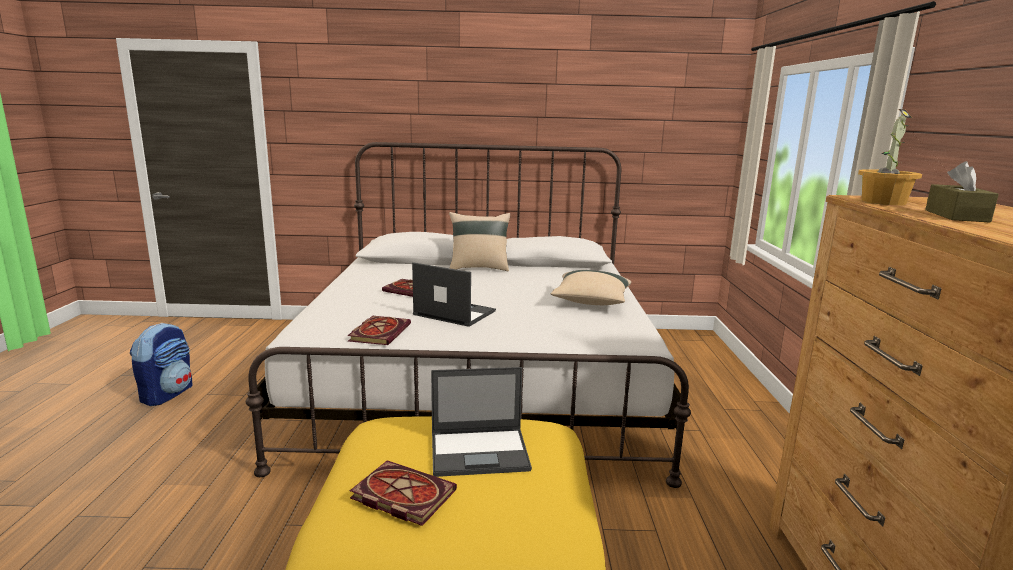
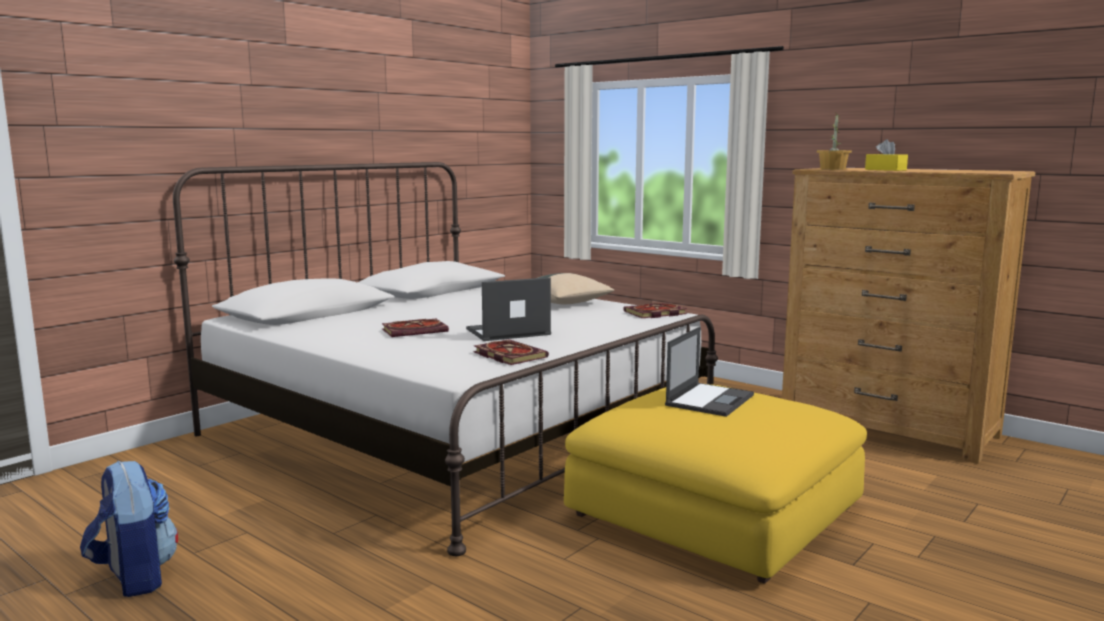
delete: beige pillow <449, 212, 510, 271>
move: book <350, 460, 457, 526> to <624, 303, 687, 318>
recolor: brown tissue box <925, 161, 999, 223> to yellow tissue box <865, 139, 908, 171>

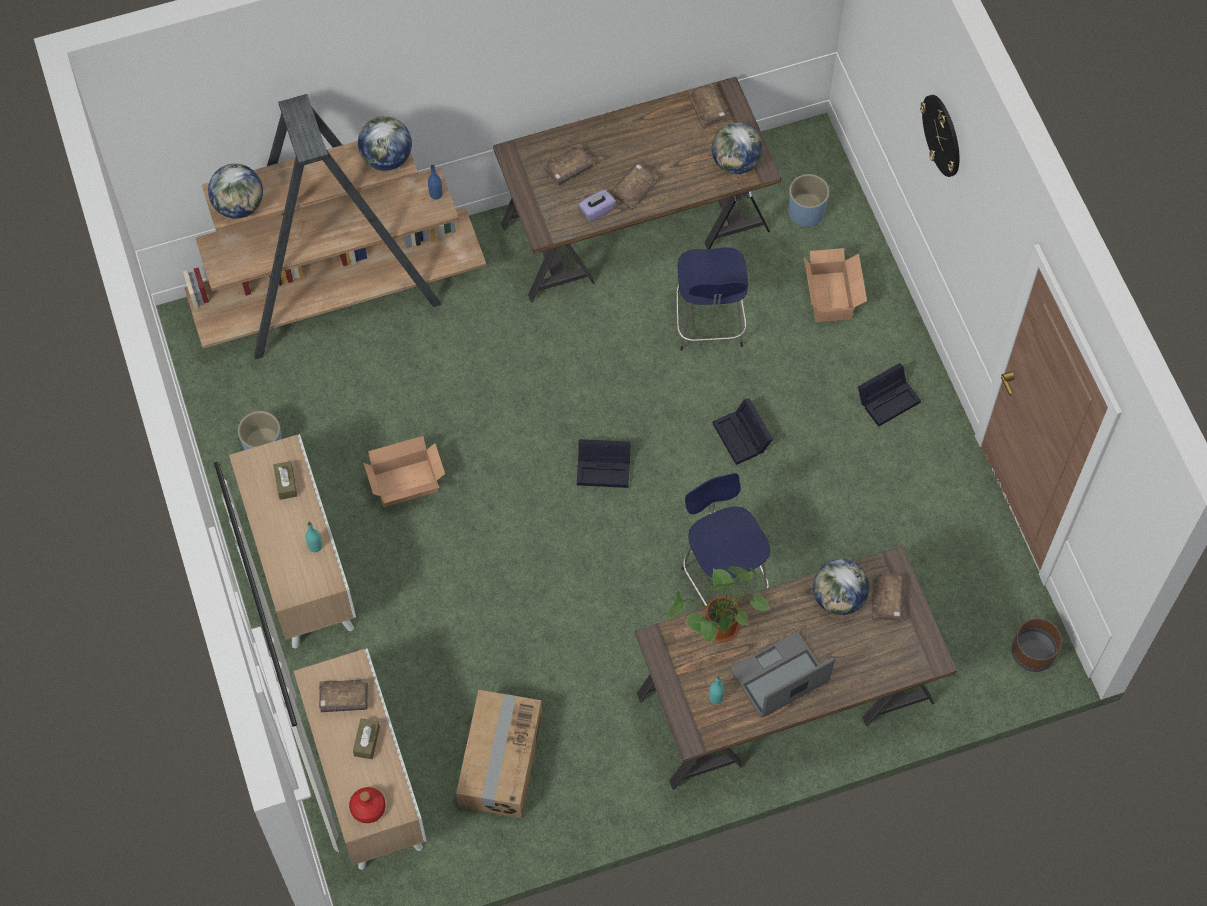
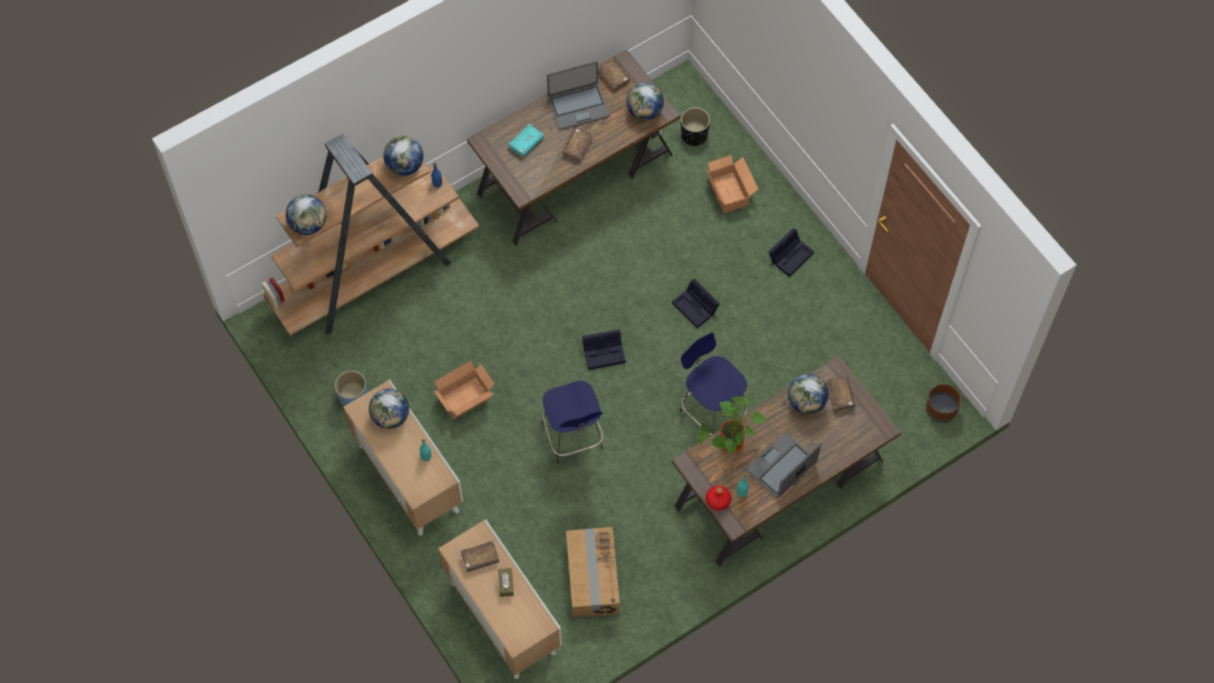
delete: purple tissue box <578, 190, 616, 222>; wall clock <920, 95, 960, 177>
insert: laptop <547, 61, 610, 130>
move: red bottle <349, 787, 386, 823> to <706, 486, 731, 511>; blue stool <675, 247, 748, 351> to <542, 381, 603, 463>
replace: brown tissue box <273, 461, 297, 500> to globe <369, 389, 409, 429>
recolor: brown book <543, 144, 593, 186> to turquoise book <508, 124, 544, 157>; blue planter <788, 174, 829, 227> to black planter <681, 107, 710, 146>

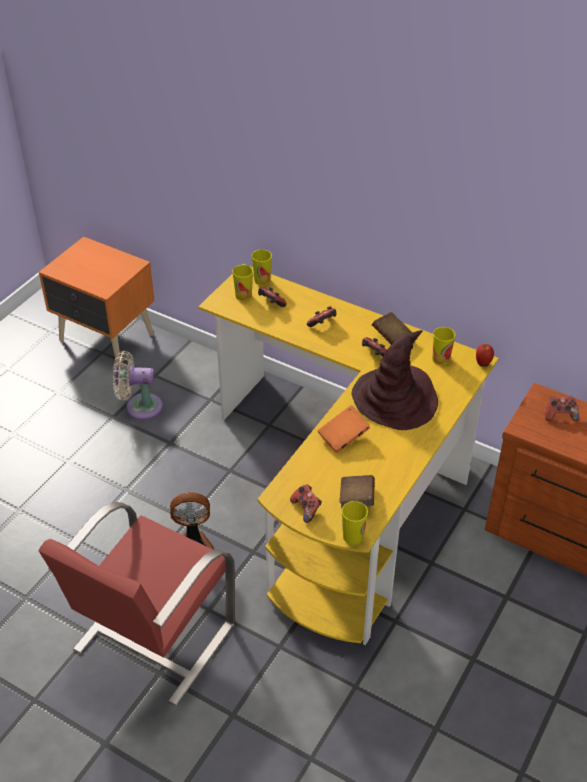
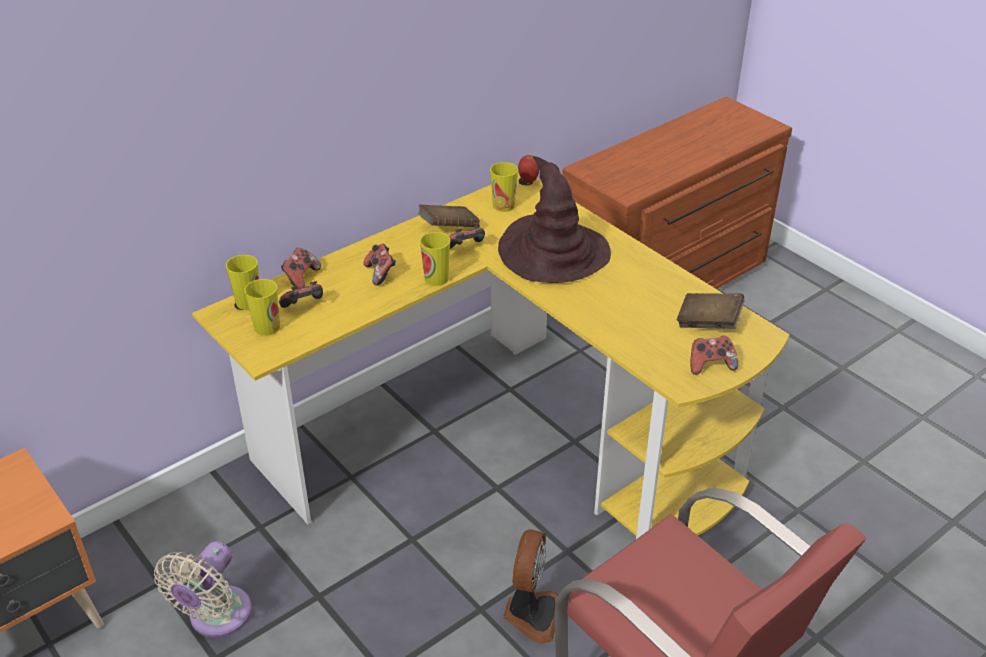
delete: orange book <317, 405, 370, 453>
move: cup <342, 501, 368, 545> to <420, 232, 450, 286>; game controller <545, 397, 579, 421> to <281, 248, 321, 289>

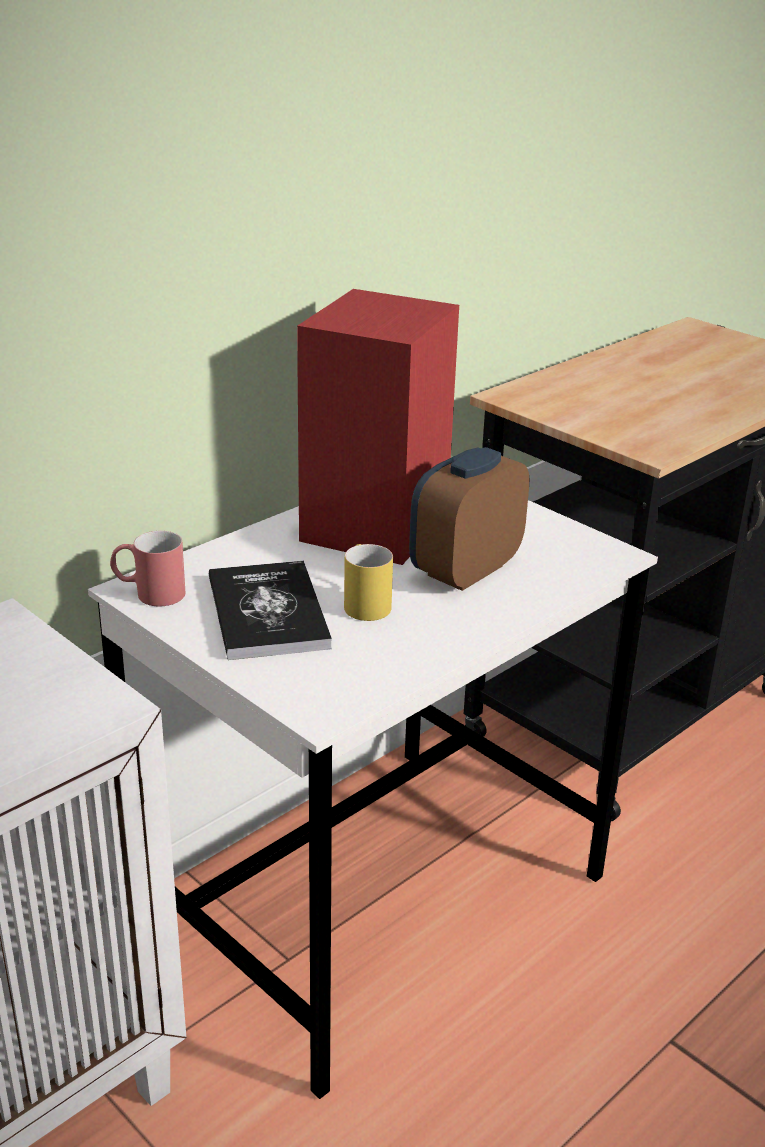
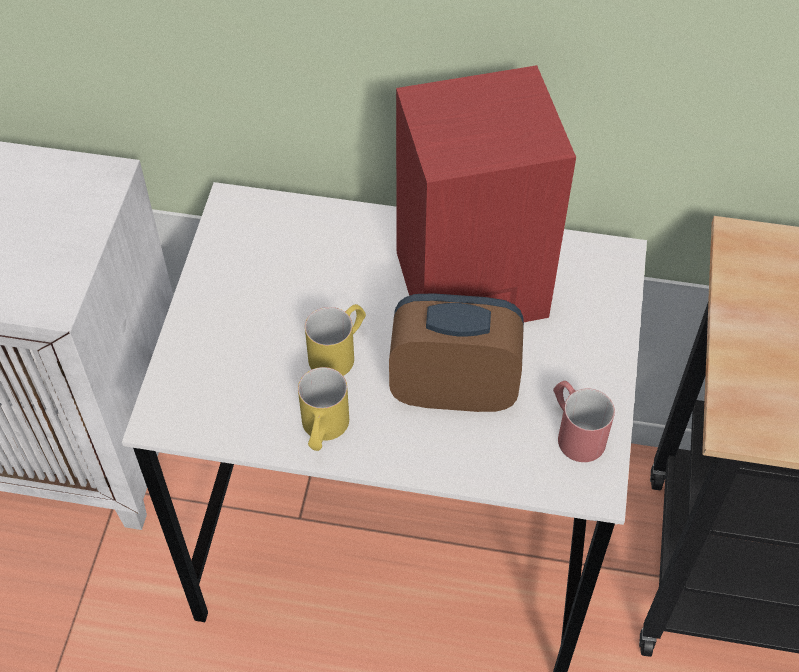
delete: book <209, 561, 332, 660>
insert: yellow mug <298, 367, 349, 451>
move: red mug <110, 531, 186, 606> to <553, 381, 615, 462>

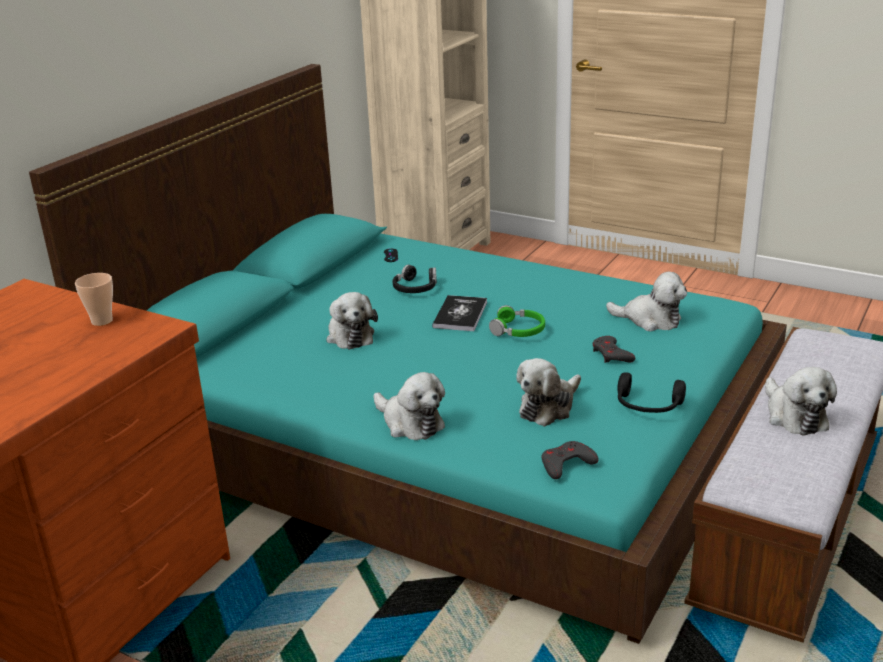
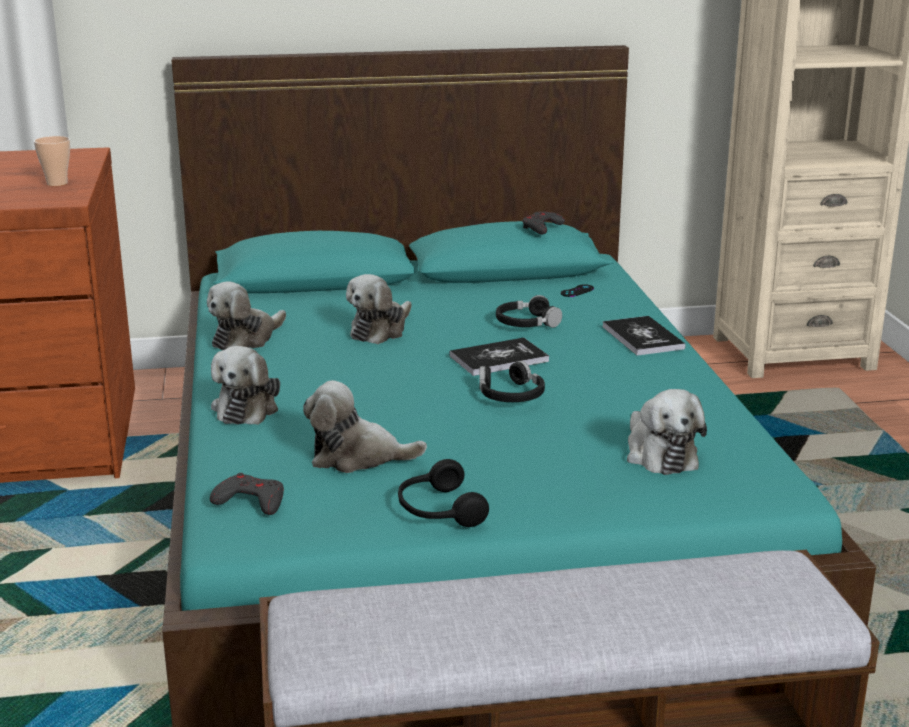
insert: book <603, 316, 686, 356>
move: grey game controller <593, 336, 635, 363> to <523, 211, 565, 234>; plush toy <765, 367, 837, 435> to <207, 282, 286, 350>
recolor: green headphones <489, 305, 545, 337> to black headphones <479, 361, 545, 402>

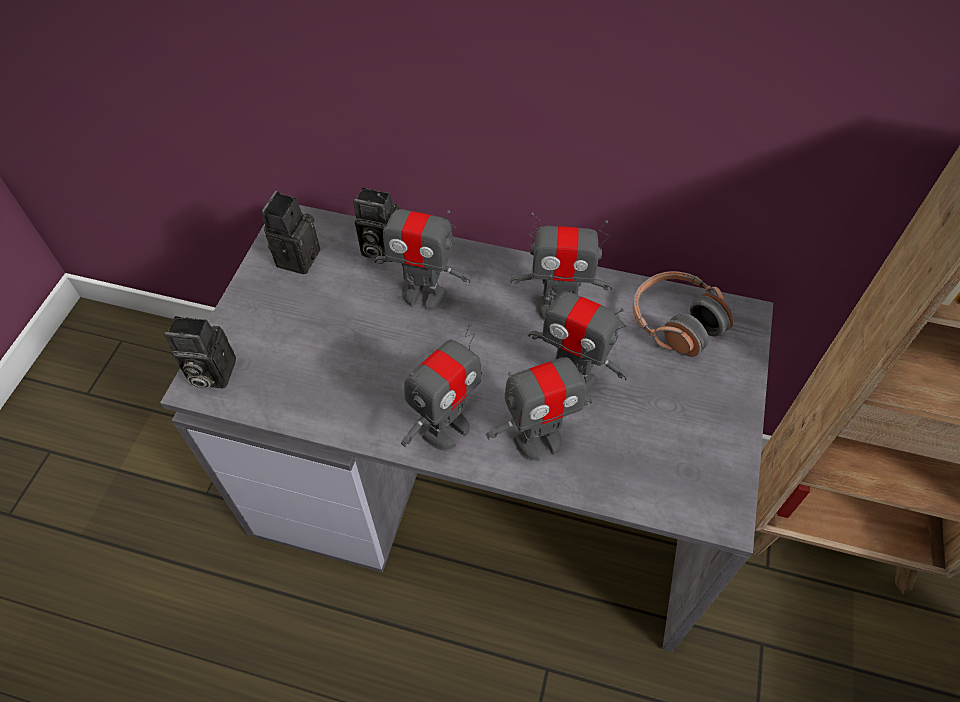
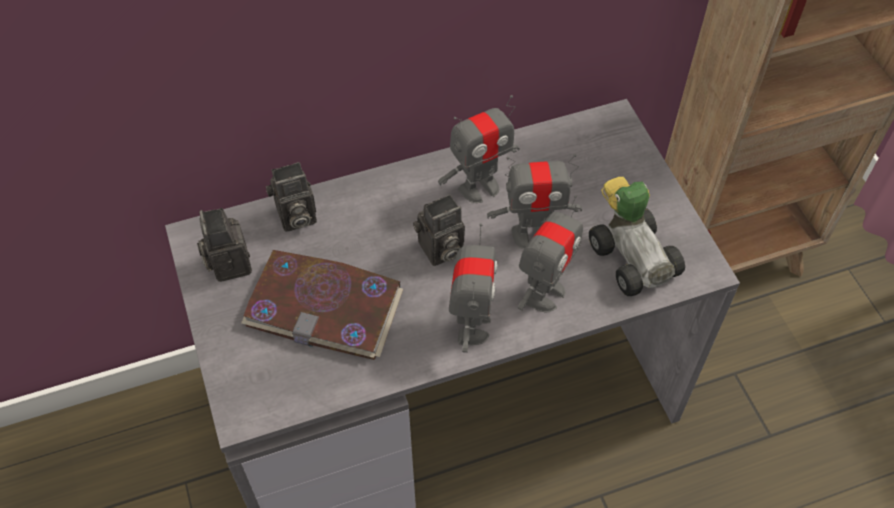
delete: toy robot <375, 193, 472, 311>; headphones <633, 271, 733, 357>
insert: book <241, 250, 403, 360>; toy car <589, 177, 685, 296>
move: photo camera <164, 316, 236, 389> to <413, 194, 465, 266>

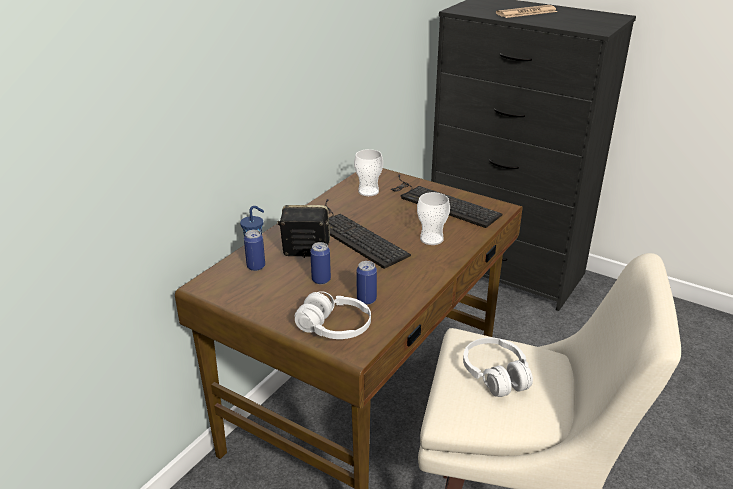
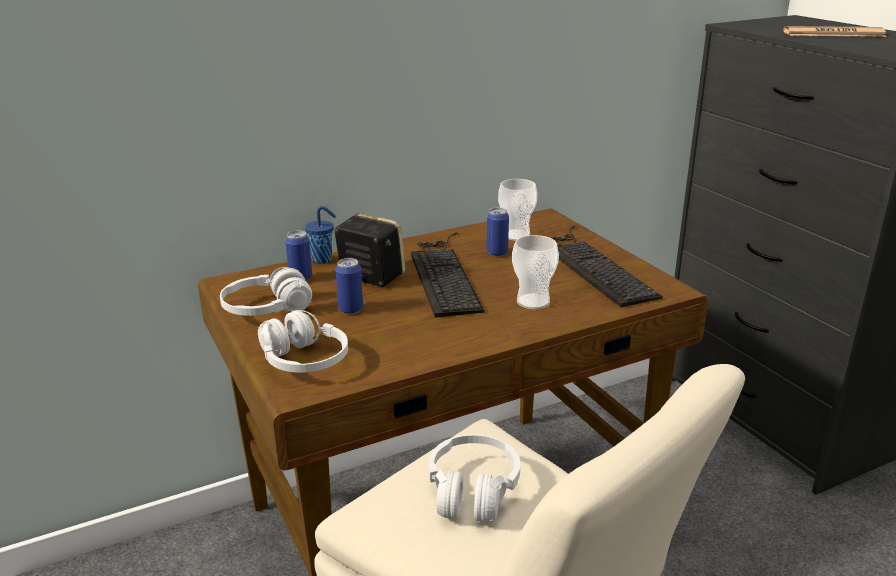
insert: white headphones <220, 267, 312, 316>
move: can <356, 261, 377, 305> to <486, 207, 509, 256>

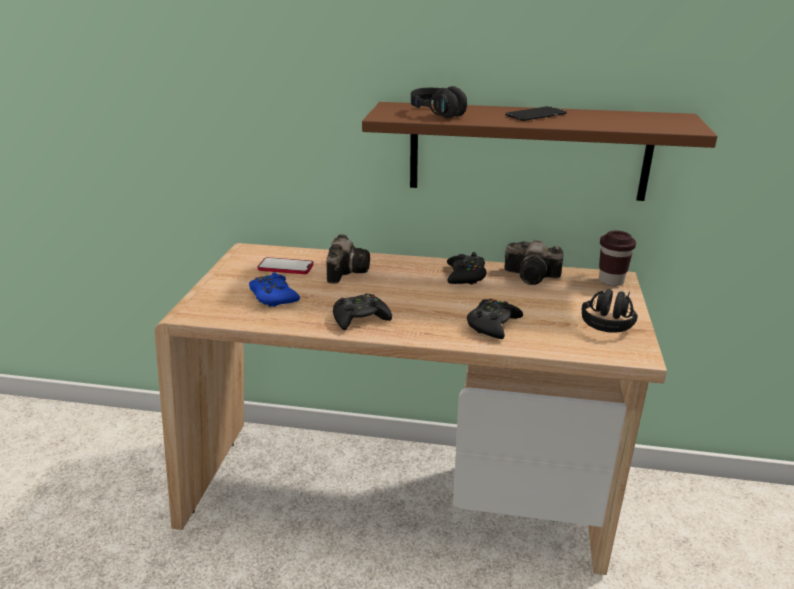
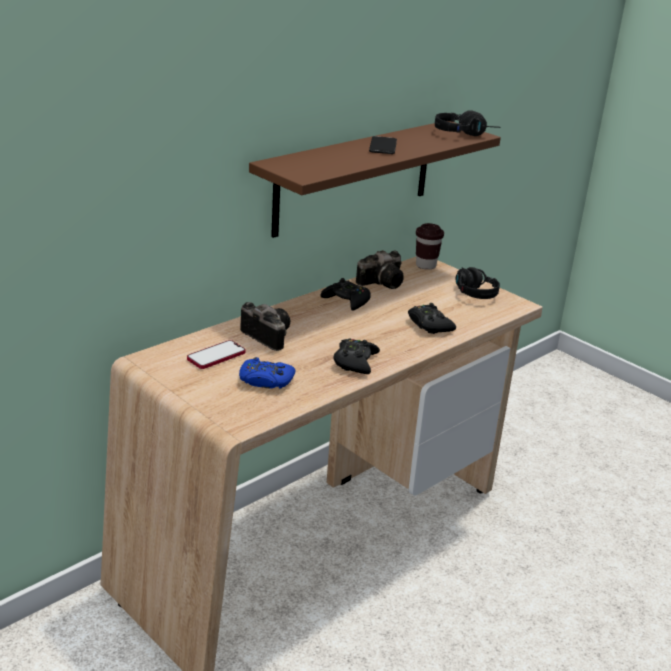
move: black headphones <411, 86, 467, 118> to <435, 110, 500, 136>

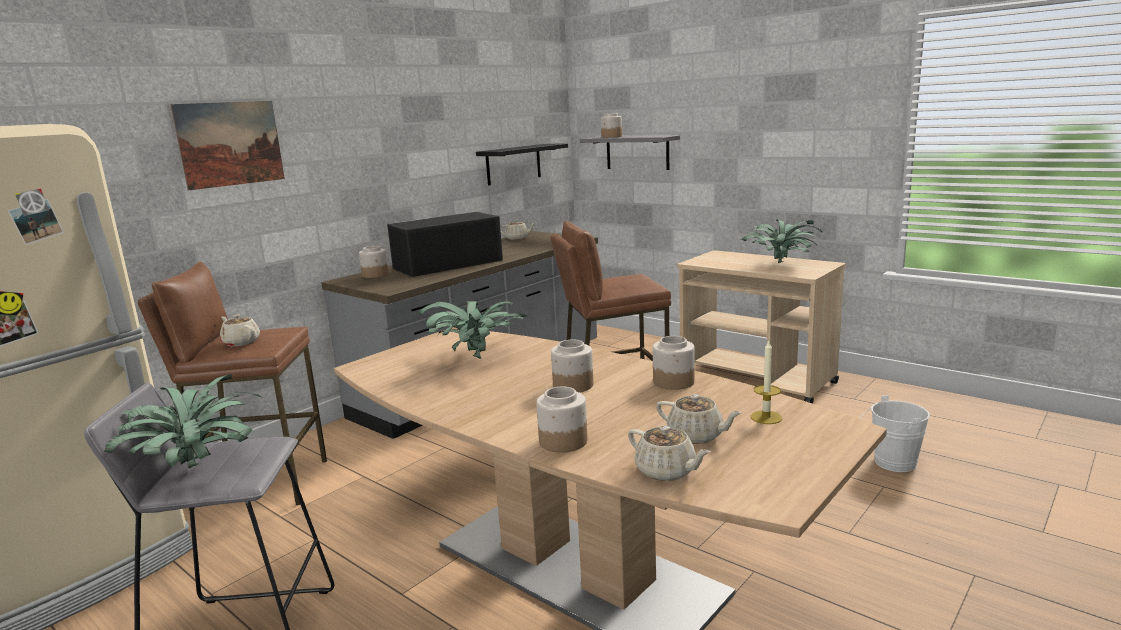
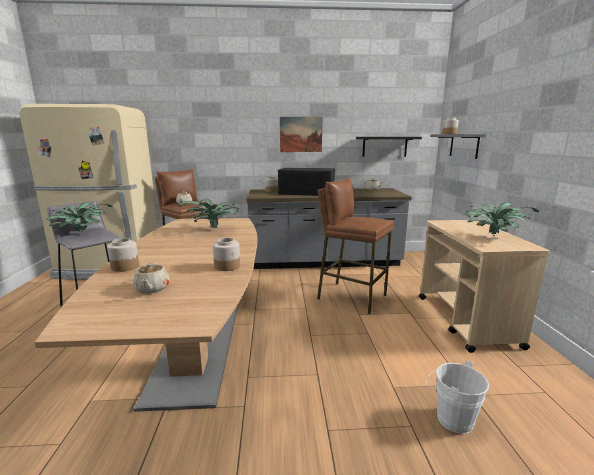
delete: jar <551, 340, 593, 392>; beige teapot <628, 425, 711, 481>; candle <751, 339, 782, 424>
move: picture <170, 101, 285, 190> to <280, 117, 322, 152>

